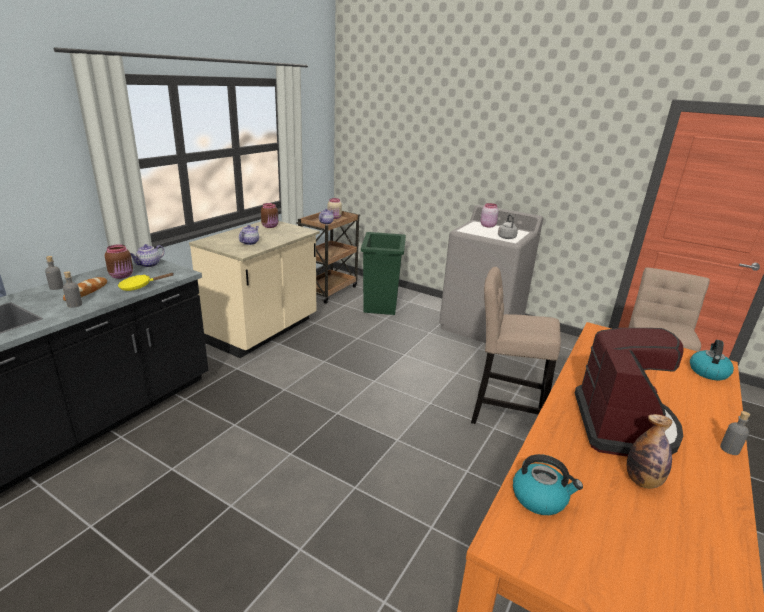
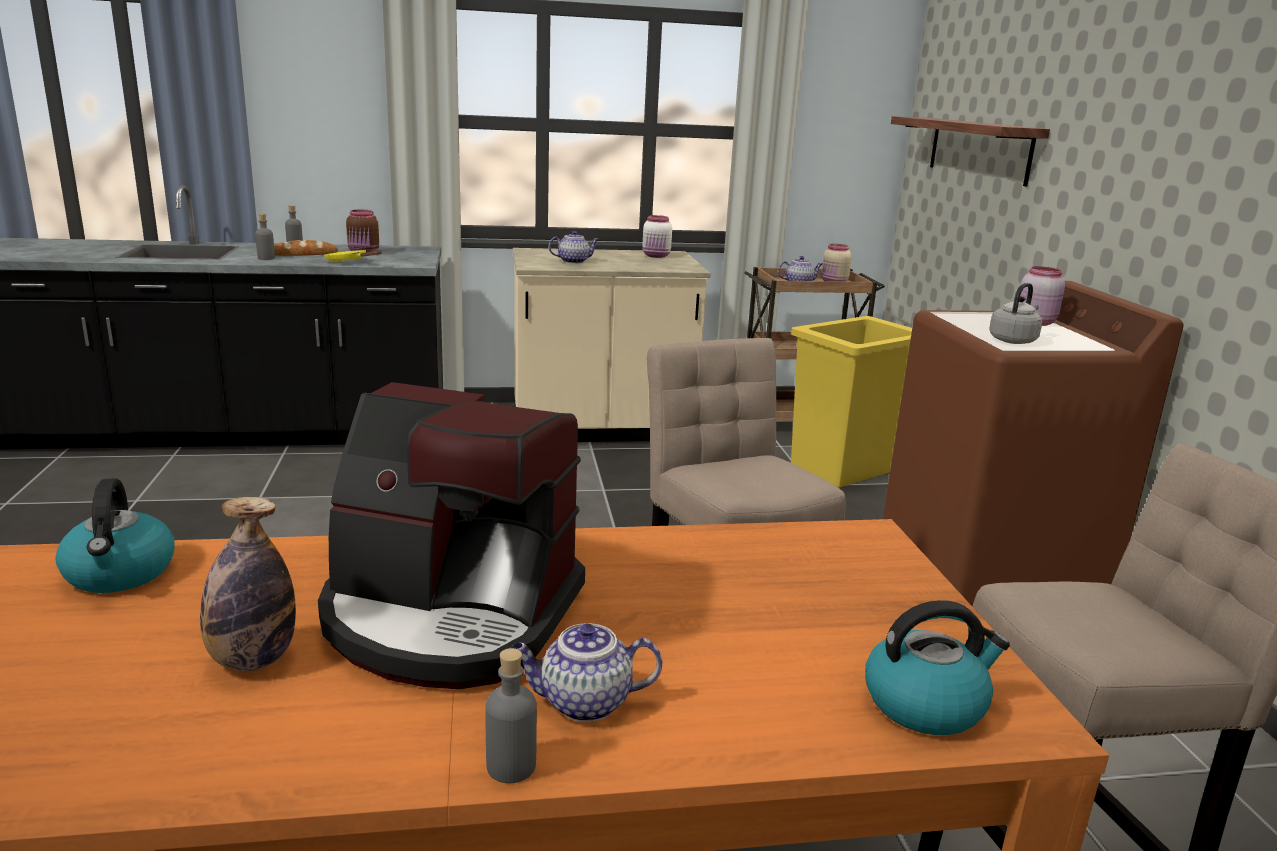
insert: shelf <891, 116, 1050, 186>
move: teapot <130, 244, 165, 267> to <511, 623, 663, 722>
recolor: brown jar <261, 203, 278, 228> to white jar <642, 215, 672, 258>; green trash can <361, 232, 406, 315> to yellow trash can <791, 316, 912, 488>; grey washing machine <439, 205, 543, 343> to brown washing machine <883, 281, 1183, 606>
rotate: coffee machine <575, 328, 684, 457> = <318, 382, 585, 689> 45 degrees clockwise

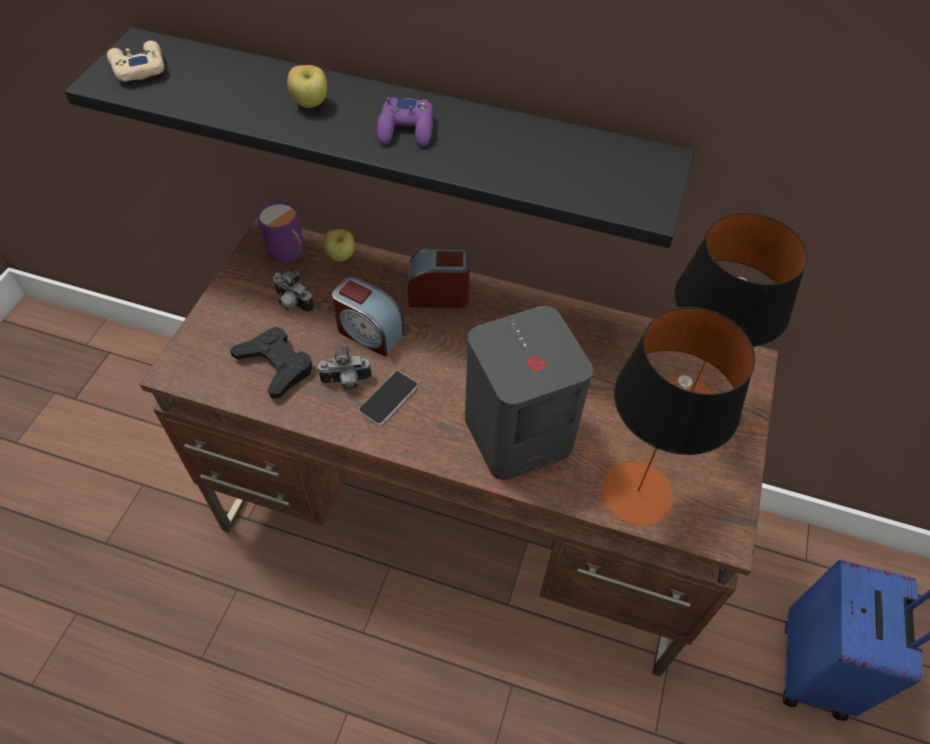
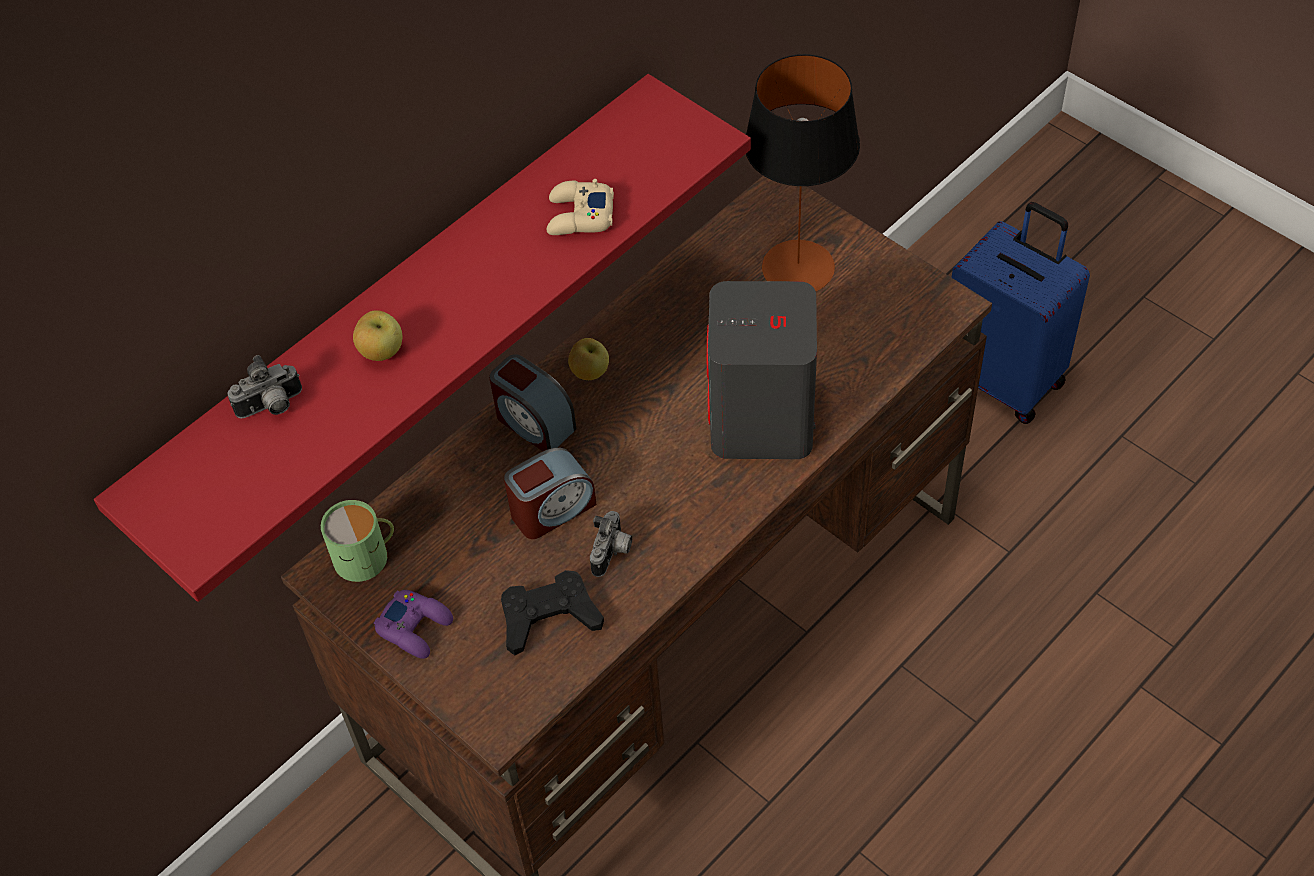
delete: phone <359, 371, 418, 425>; table lamp <601, 307, 755, 525>
move: beige game controller <107, 41, 164, 81> to <547, 179, 614, 235>; photo camera <273, 271, 314, 313> to <227, 355, 302, 419>; apple <323, 229, 355, 262> to <568, 338, 609, 380>; purple game controller <377, 97, 433, 147> to <374, 590, 453, 659>
recolor: black shelf <64, 27, 695, 248> to red shelf <94, 74, 751, 602>; purple mug <257, 200, 305, 262> to green mug <321, 500, 394, 582>
rotate: alarm clock <408, 247, 470, 308> = <489, 354, 576, 451> 75 degrees counterclockwise

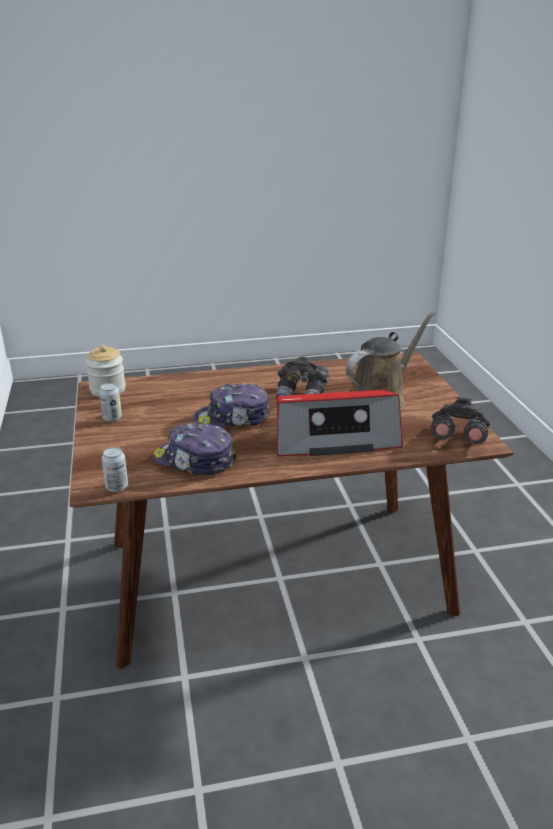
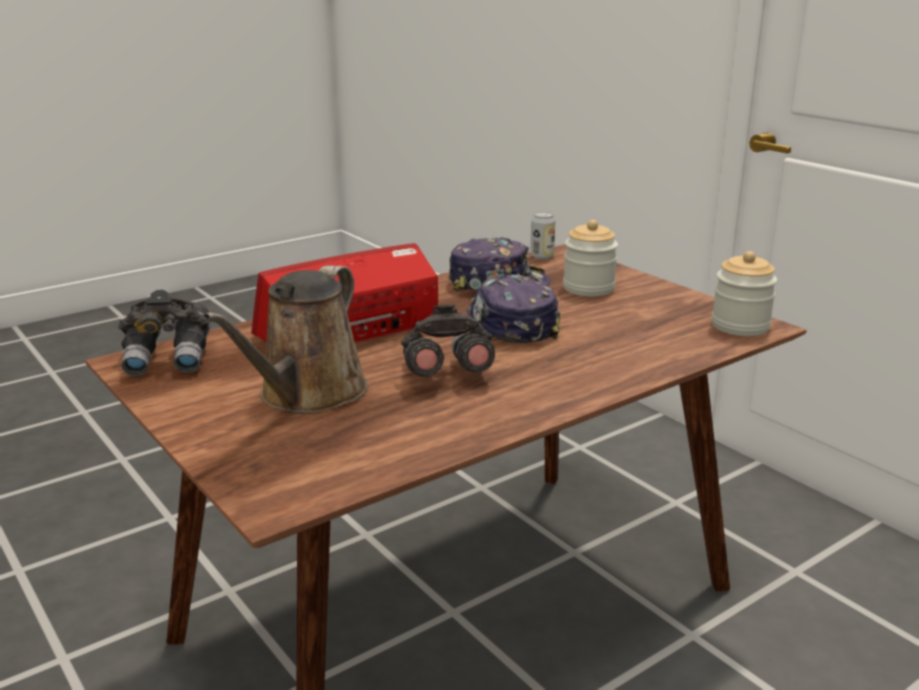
delete: can <99, 383, 122, 422>
insert: jar <563, 220, 618, 296>
rotate: cap <193, 383, 270, 428> = <467, 274, 560, 343> 75 degrees counterclockwise

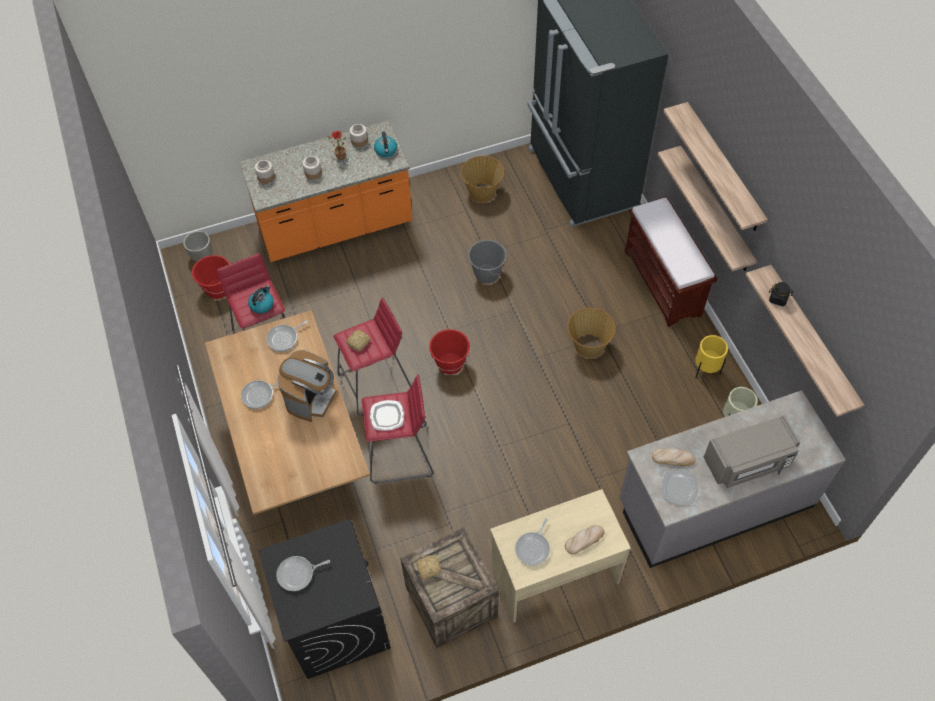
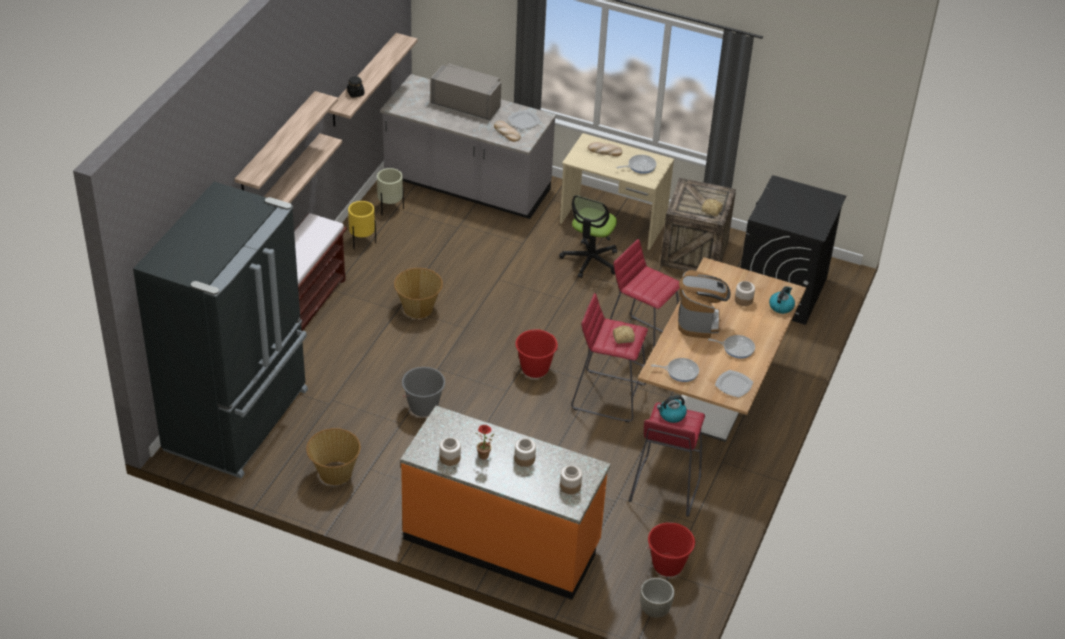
delete: frying pan <276, 556, 330, 591>
insert: office chair <559, 195, 617, 279>; jar <735, 281, 755, 306>
move: plate <370, 400, 404, 431> to <715, 370, 753, 398>; kettle <374, 131, 397, 157> to <769, 286, 795, 314>
rotate: coffee machine <277, 350, 337, 422> = <678, 270, 731, 338> 120 degrees clockwise

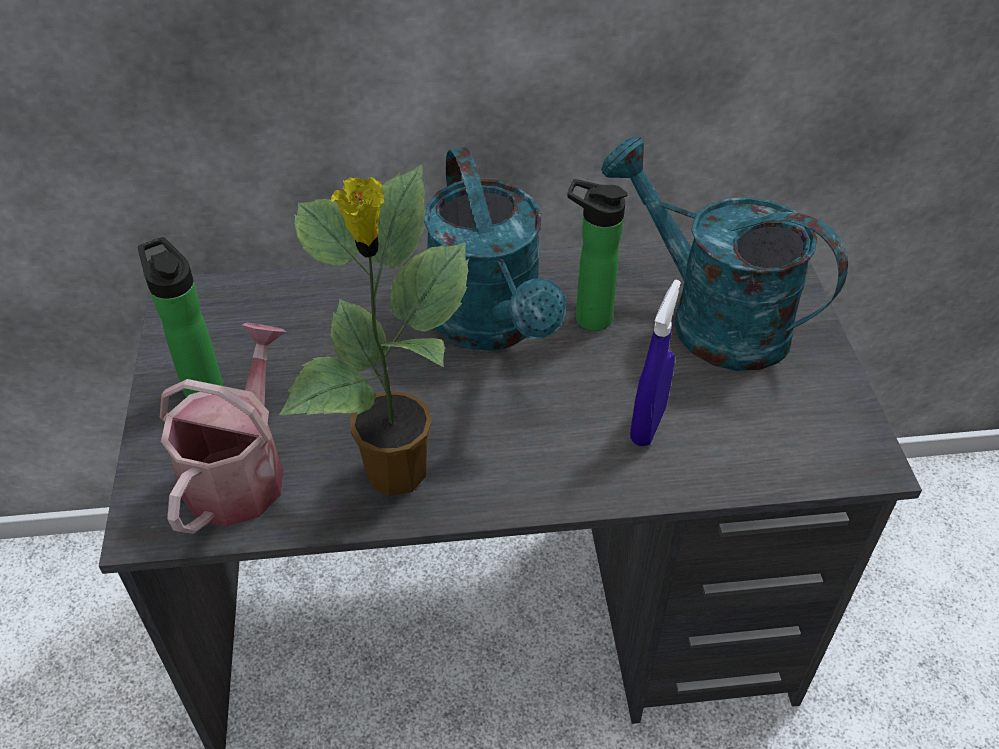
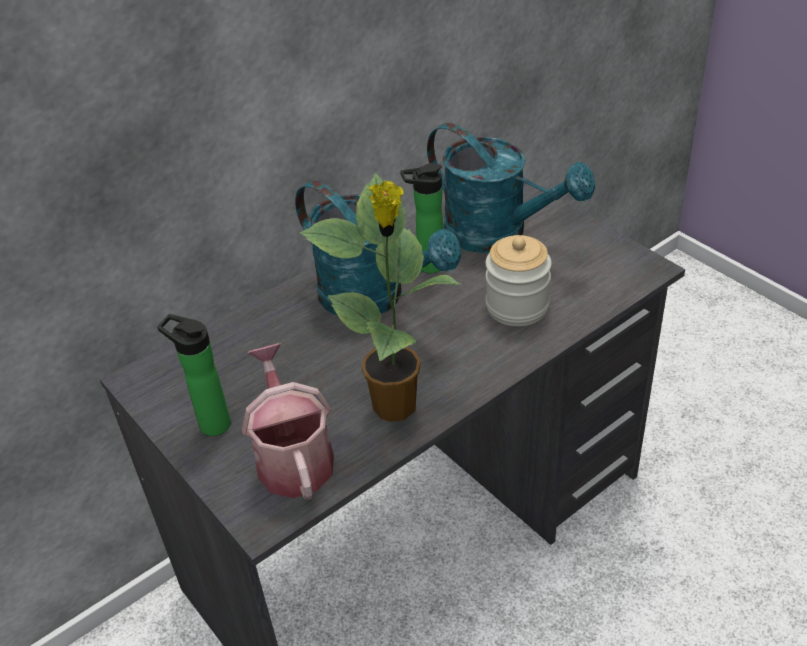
replace: blue spray bottle <630, 280, 681, 446> to jar <485, 235, 552, 326>
rotate: turquoise watering can <601, 136, 848, 371> = <427, 123, 595, 253> 150 degrees counterclockwise

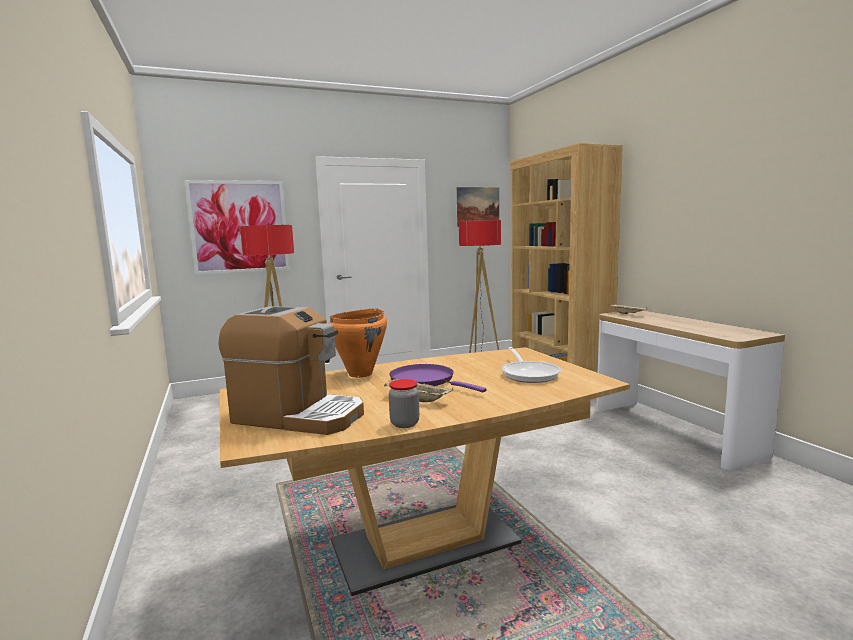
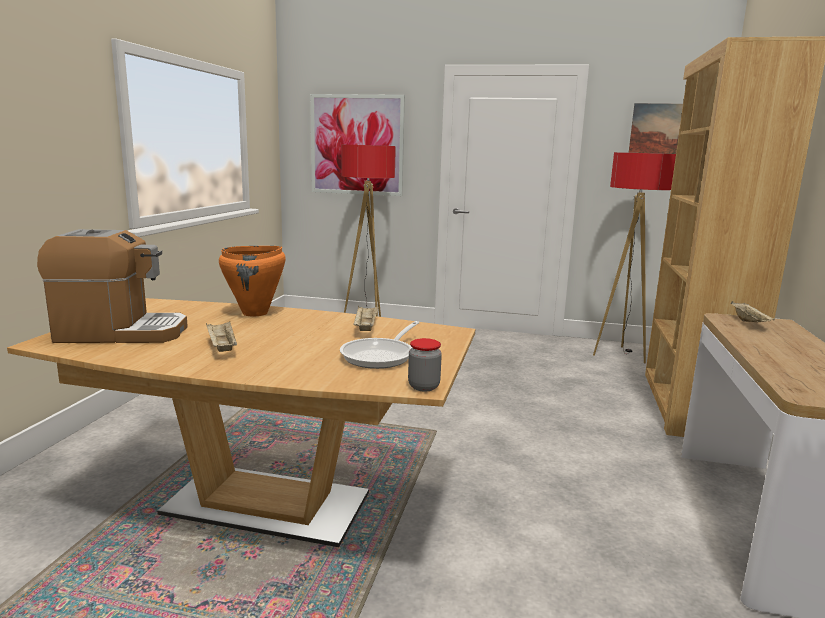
delete: purple frying pan <389, 364, 487, 392>
insert: beige tray <353, 306, 379, 331>
move: jar <389, 379, 419, 428> to <408, 338, 442, 392>
rotate: coffee machine <219, 306, 364, 435> = <37, 229, 188, 343> 60 degrees counterclockwise

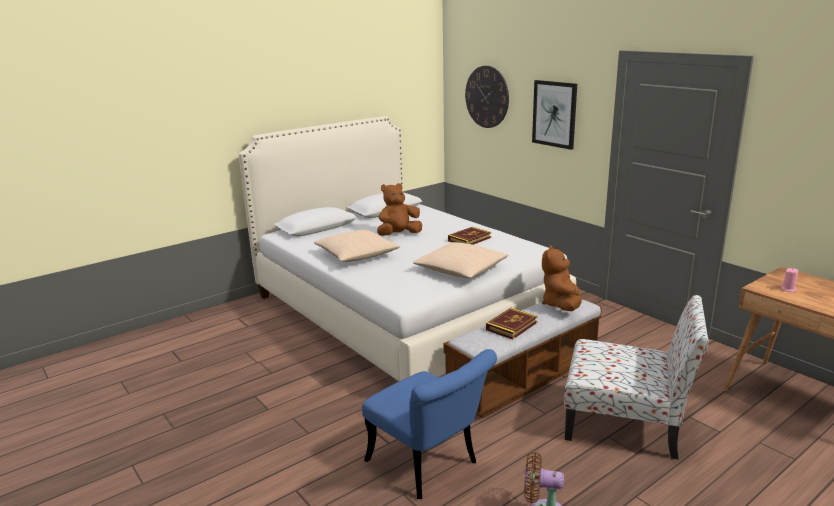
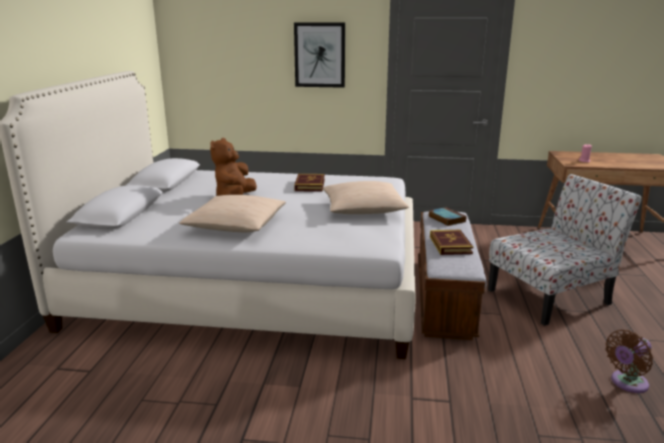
delete: blue chair <362, 349, 497, 499>; wall clock <465, 66, 509, 128>
replace: brown plush toy <542, 245, 582, 311> to book <429, 207, 467, 226>

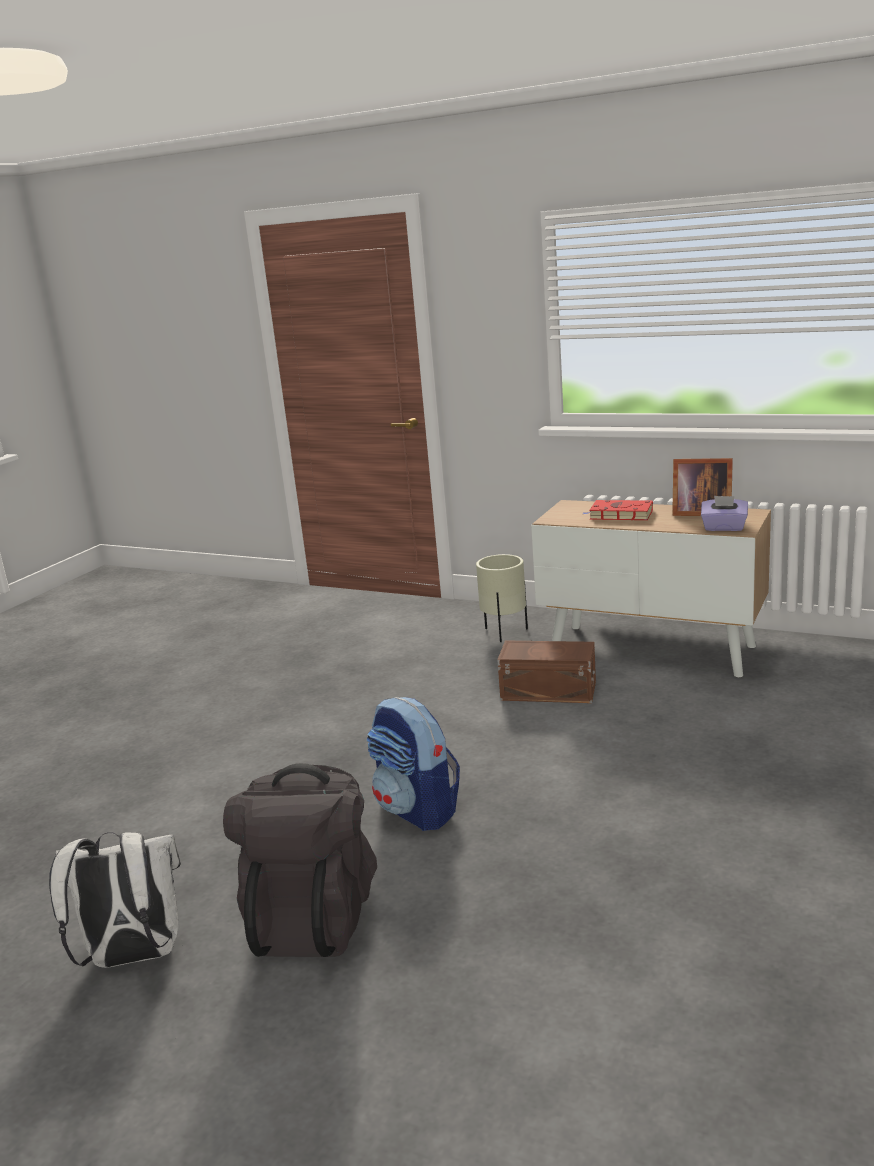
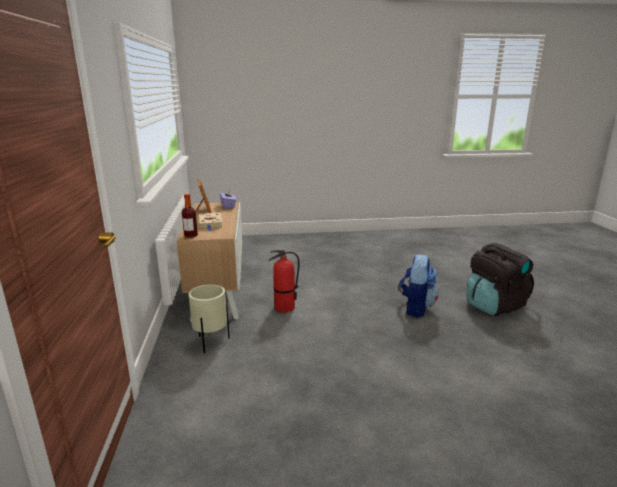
delete: white backpack <49, 832, 181, 968>
insert: bottle <182, 194, 198, 238>
replace: brown storage box <497, 641, 596, 703> to fire extinguisher <269, 249, 299, 313>
recolor: red book <583, 500, 653, 520> to beige book <198, 213, 223, 231>

